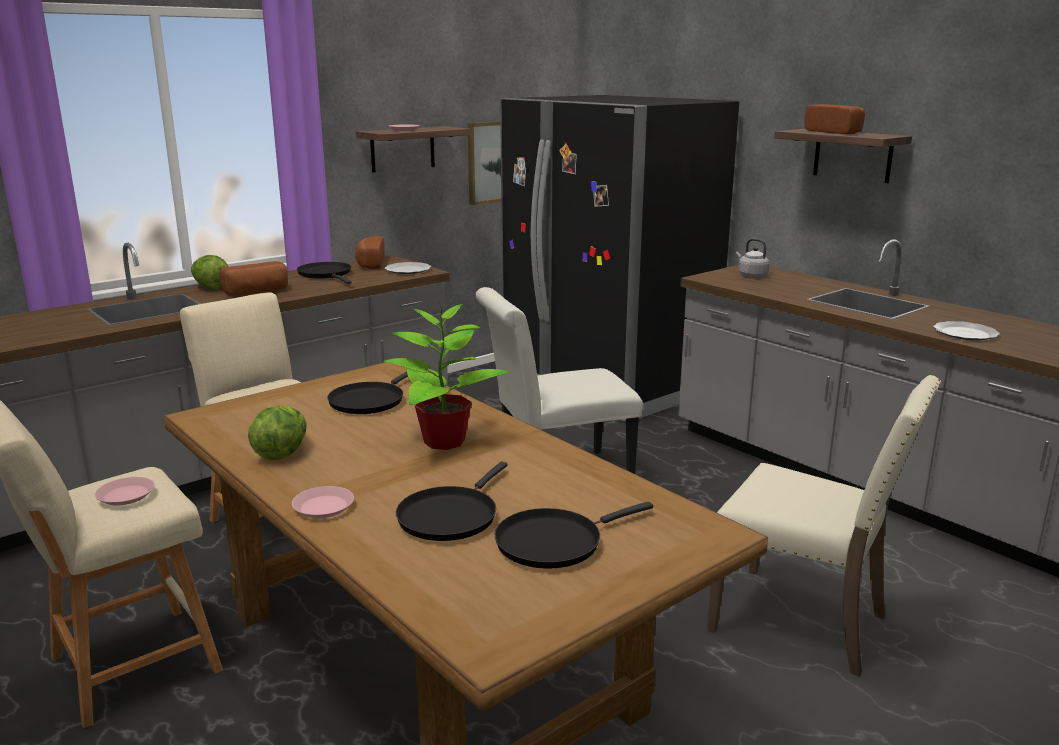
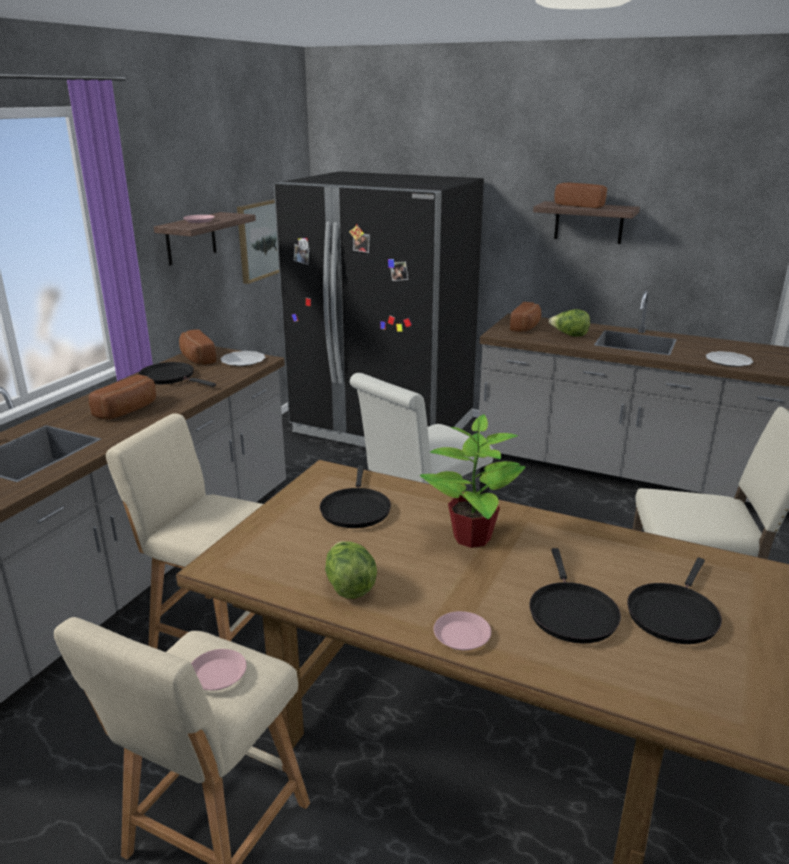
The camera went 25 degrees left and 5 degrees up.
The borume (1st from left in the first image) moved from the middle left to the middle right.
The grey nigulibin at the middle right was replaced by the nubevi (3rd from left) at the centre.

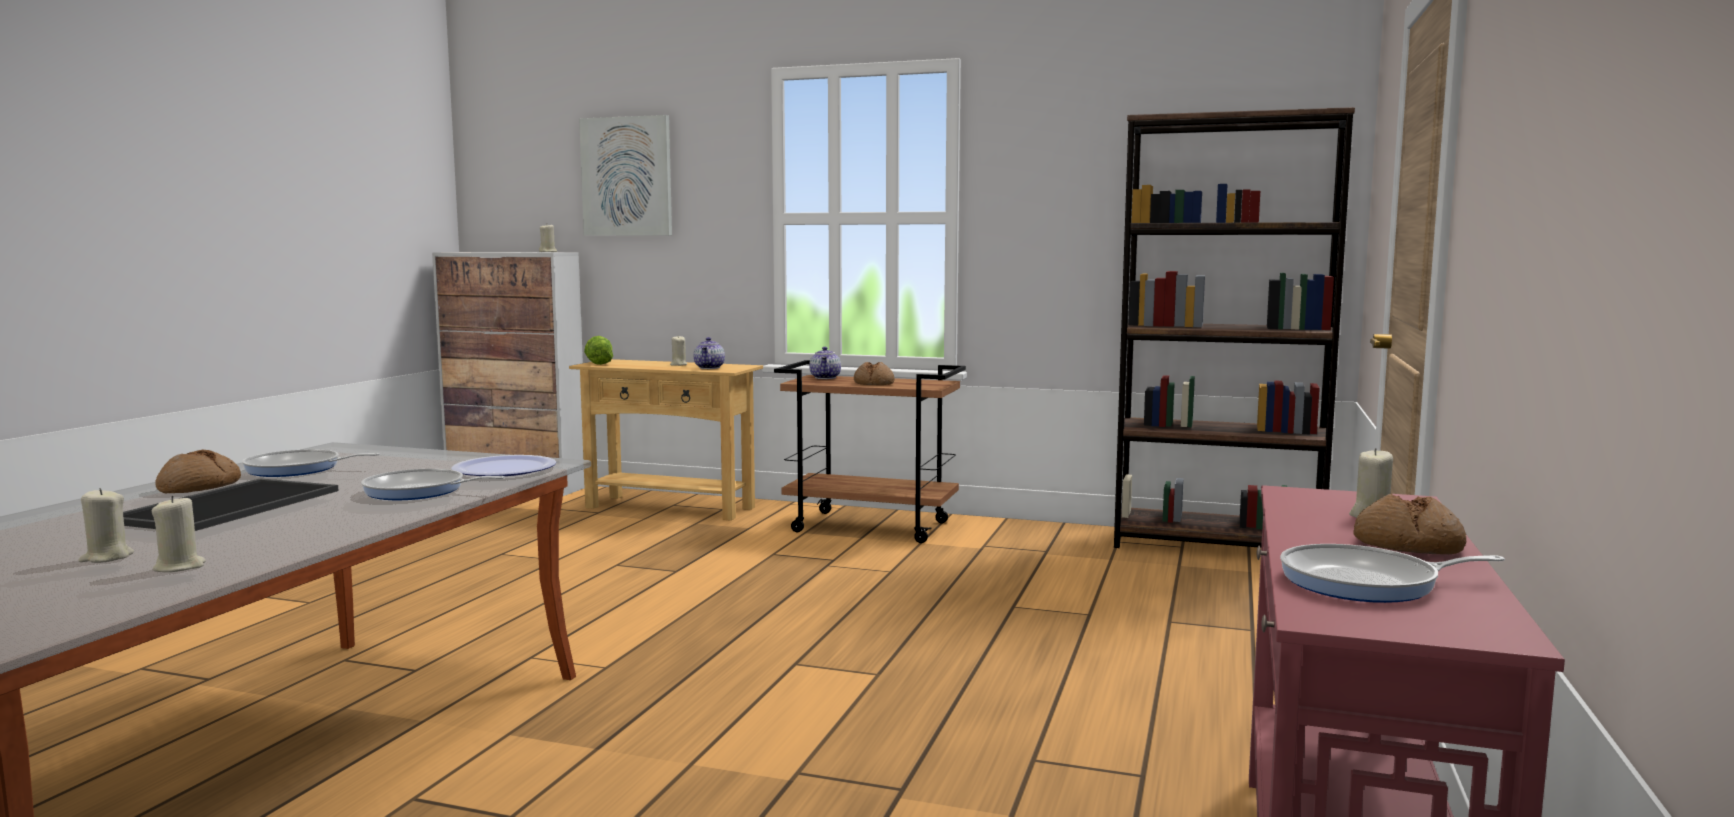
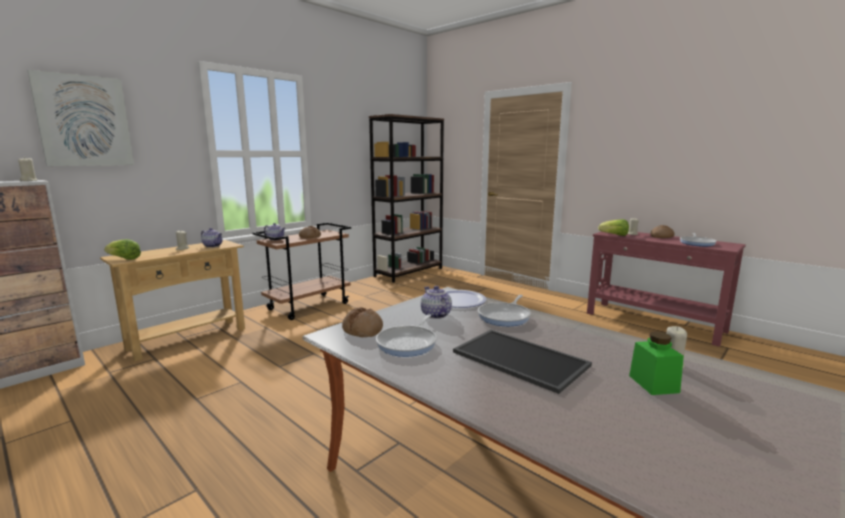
The camera went 65 degrees left and 5 degrees up.
The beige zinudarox (1st from left) at the middle left was replaced by the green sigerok at the bottom right.
The nubevi (1st from left in the first image) moved from the middle left to the centre.
The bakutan (3rd from left) at the centre appeared.
The borume (2nd from left) at the middle right appeared.

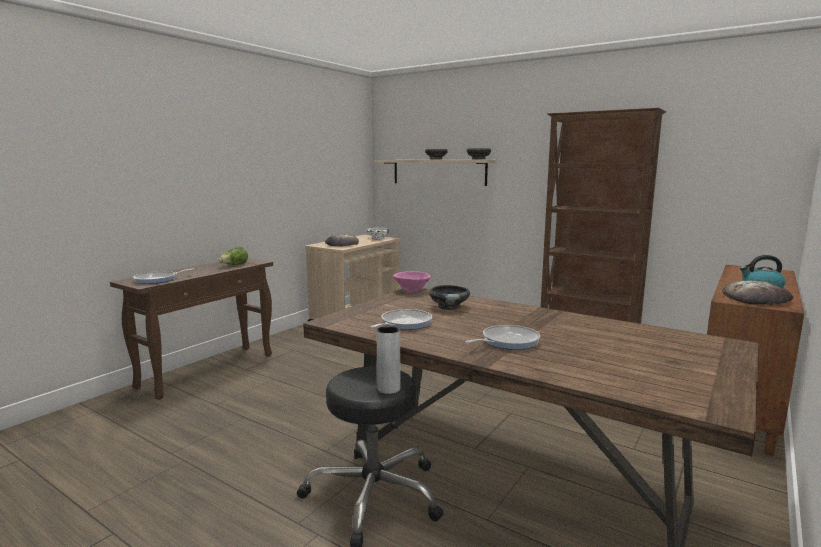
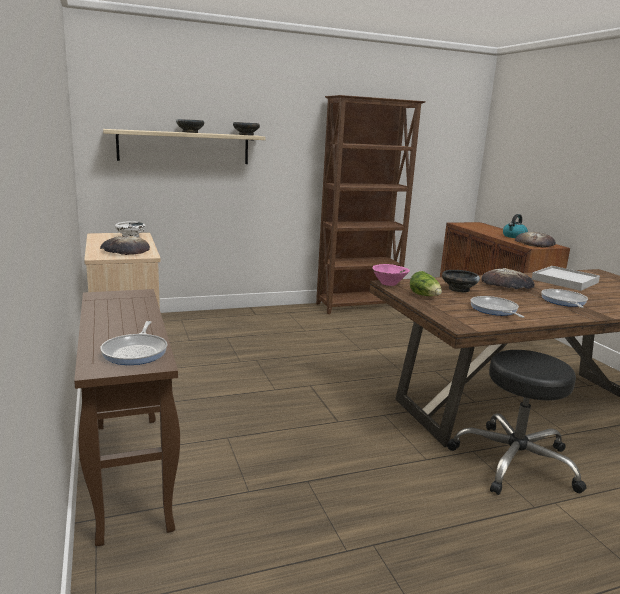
The camera went 55 degrees left and 5 degrees up.
The borume moved from the middle left to the middle right.
The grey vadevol at the centre disappeared.
The nubevi (2nd from left) at the middle right appeared.
The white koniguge at the middle right appeared.

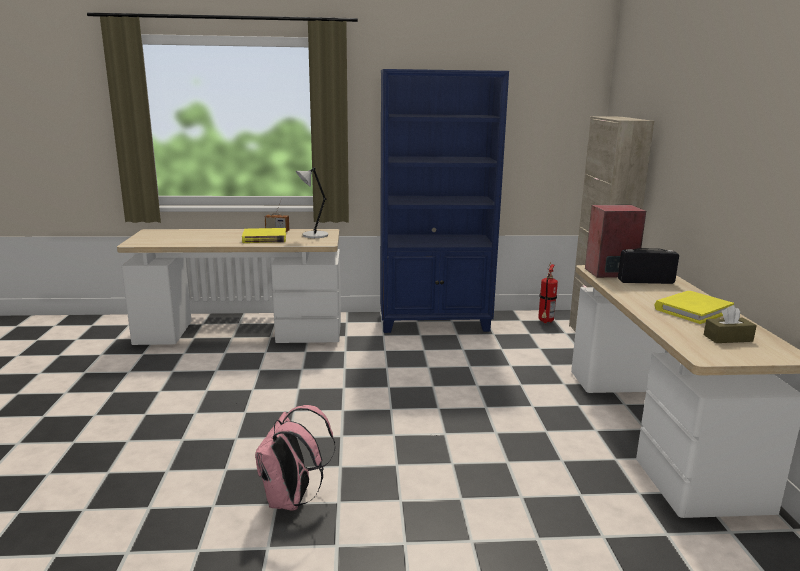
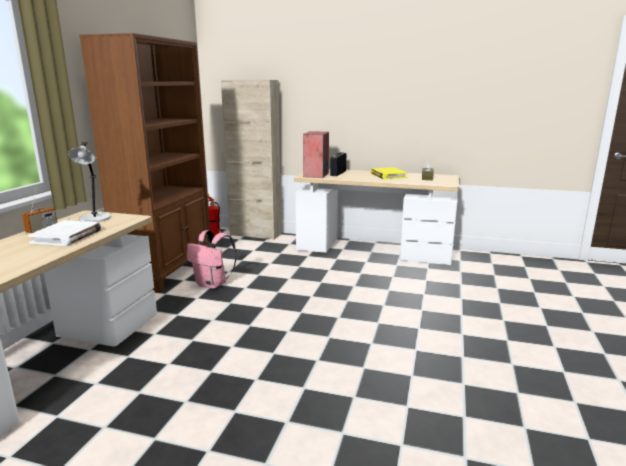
The camera went 70 degrees left and 0 degrees up.
The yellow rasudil (1st from left) at the middle left became the white rasudil at the middle left.
The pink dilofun moved from the bottom centre to the centre.
The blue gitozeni at the centre became the brown gitozeni at the middle left.

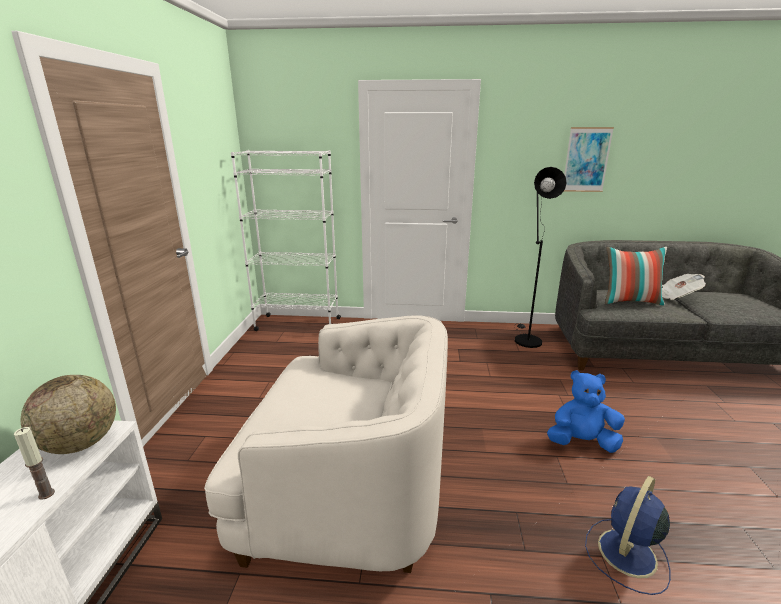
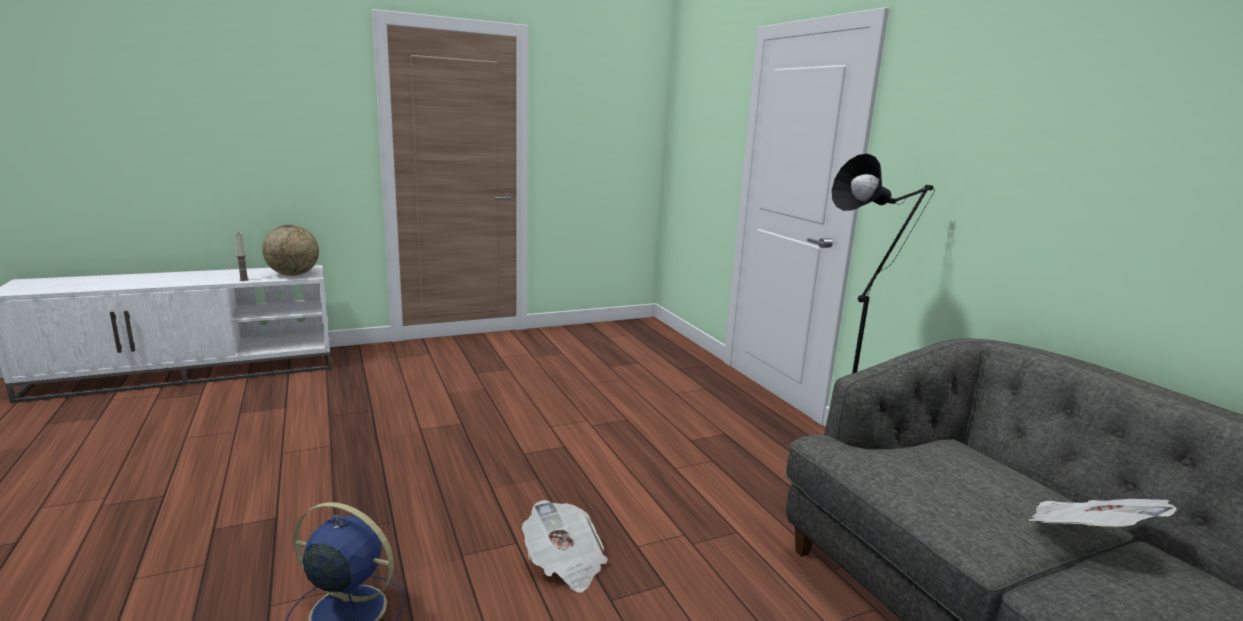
The camera went 60 degrees right and 5 degrees down.
The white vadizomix at the bottom centre disappeared.
The white gitozeni at the centre disappeared.
The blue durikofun at the bottom right was replaced by the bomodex (1st from left) at the bottom centre.
The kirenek at the top right disappeared.
The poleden at the middle right disappeared.

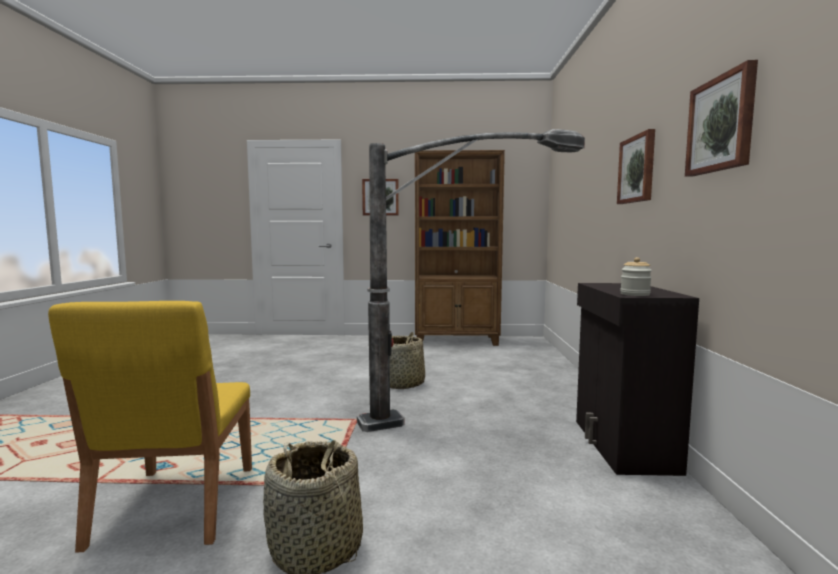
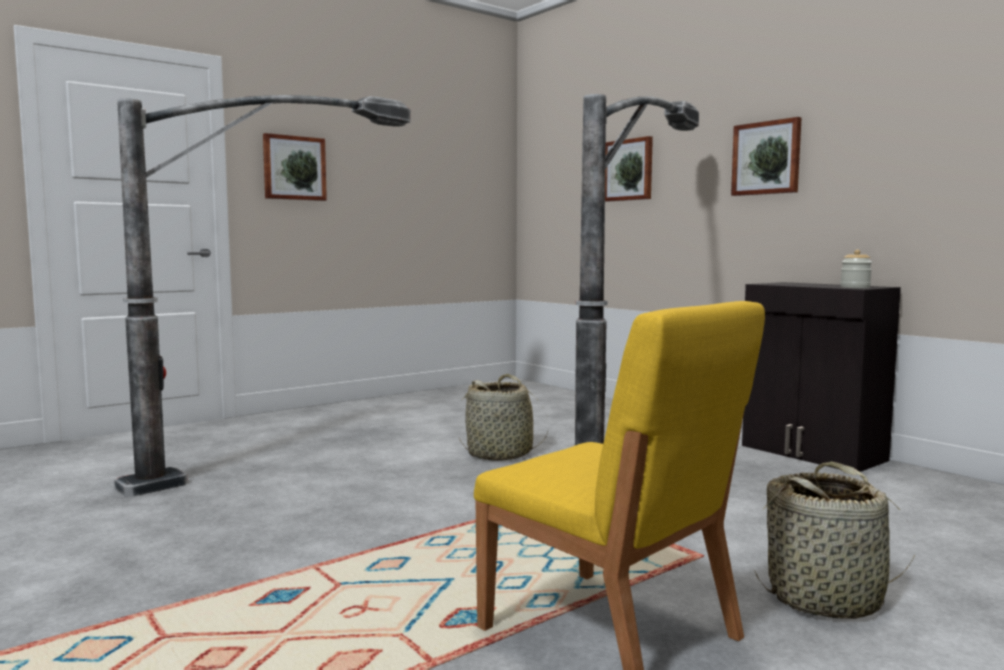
The camera went 40 degrees left and 0 degrees up.
The brown gitozeni at the centre disappeared.
The kirenek (3rd from left in the first image) moved from the top right to the top centre.
The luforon (1st from left) at the middle left appeared.

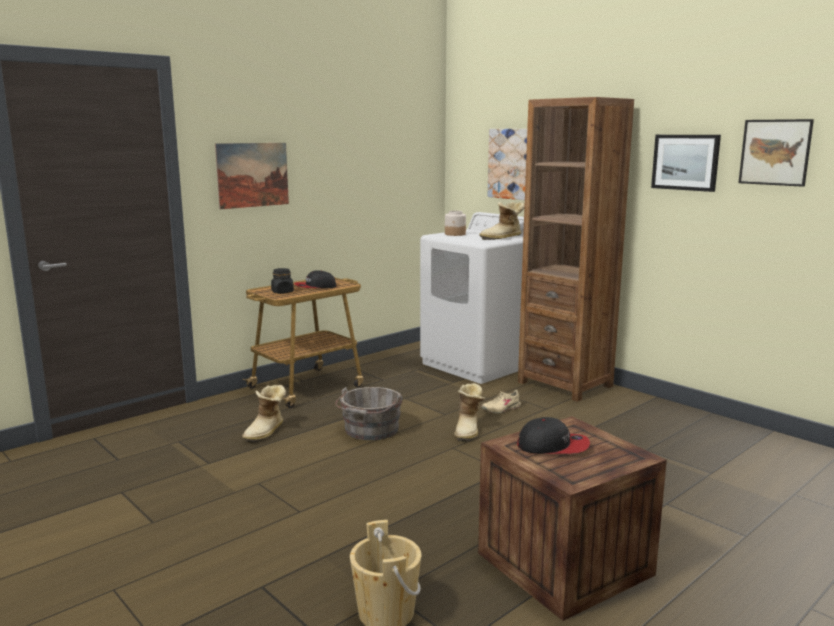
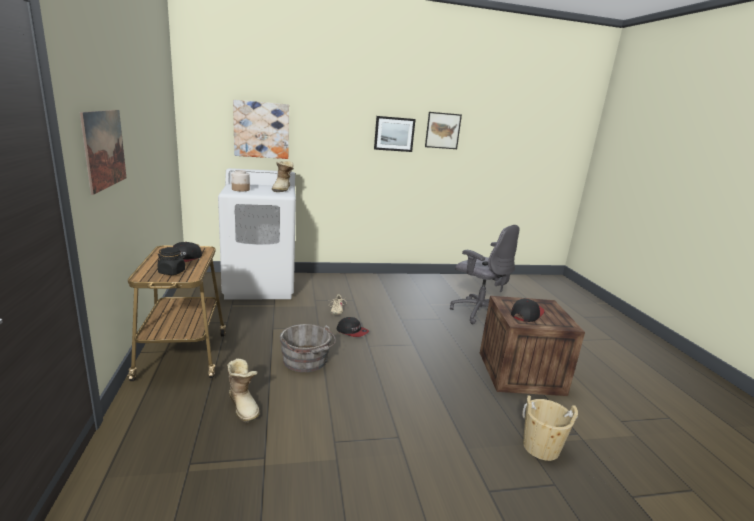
The camera went 60 degrees left and 5 degrees up.
The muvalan (2nd from left) at the centre was replaced by the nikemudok (2nd from left) at the centre.
The brown gitozeni at the middle right disappeared.
The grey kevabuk at the centre appeared.

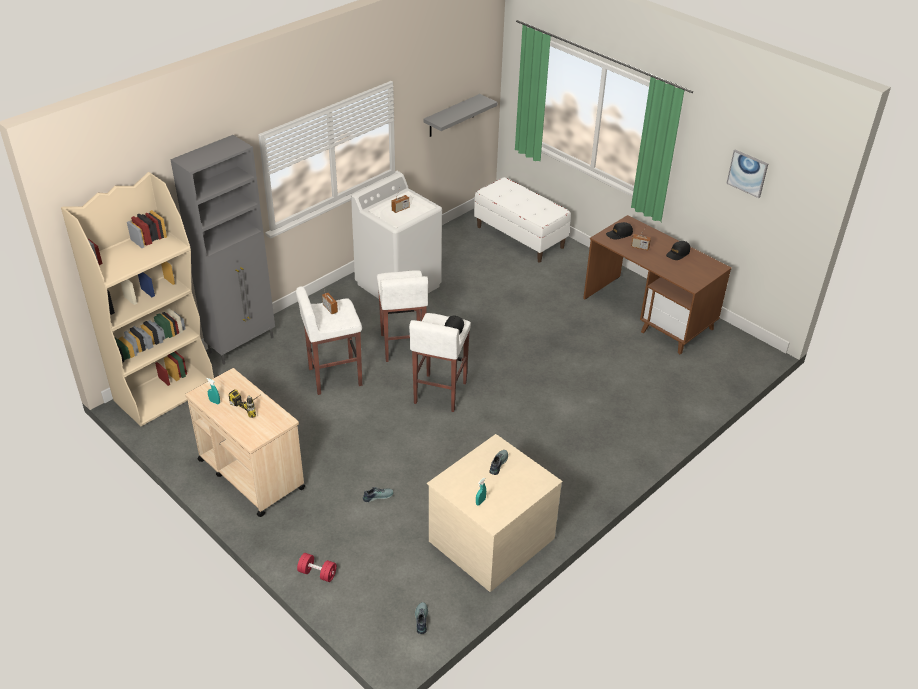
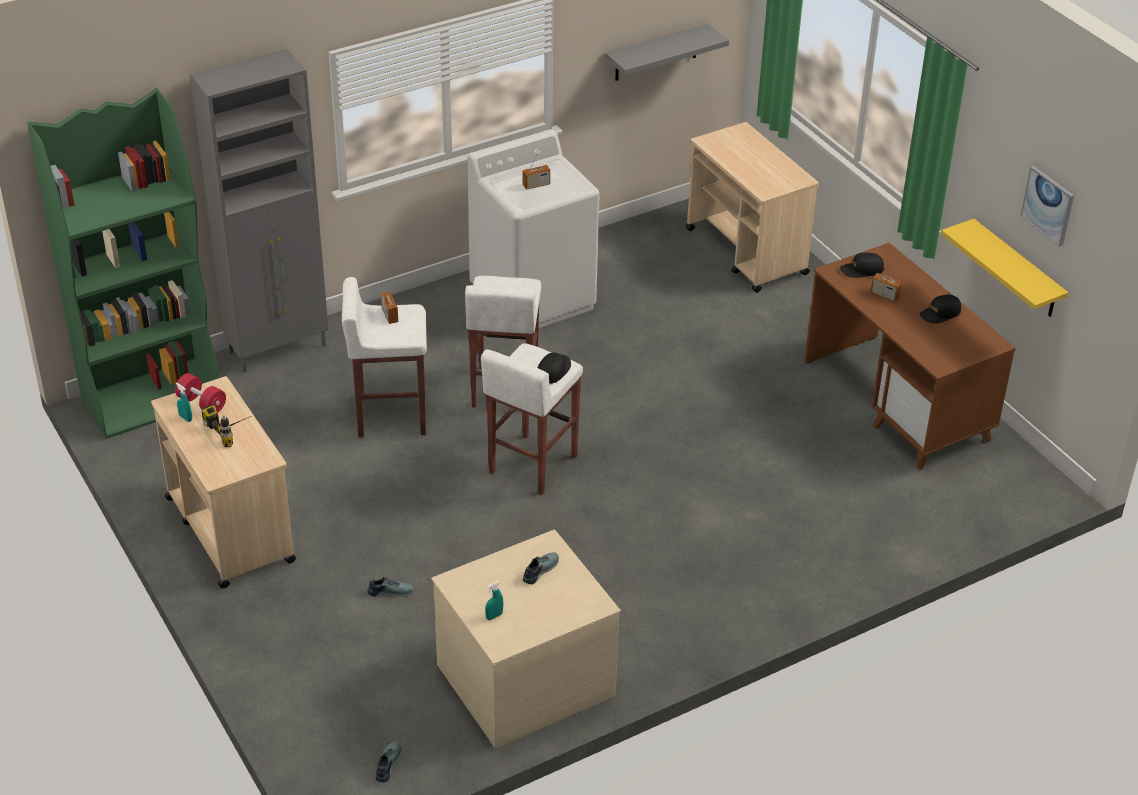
The camera went 15 degrees right and 0 degrees up.
The beige gitozeni at the middle left became the green gitozeni at the top left.
The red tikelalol moved from the bottom centre to the middle left.
The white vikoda at the top centre was replaced by the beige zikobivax (2nd from left) at the top centre.
The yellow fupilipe at the middle right appeared.

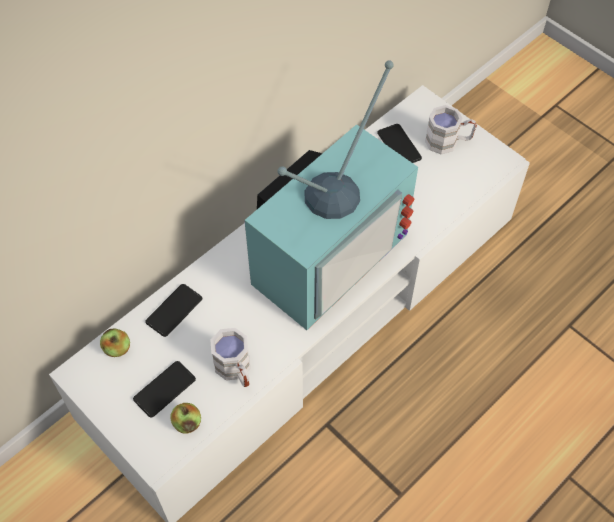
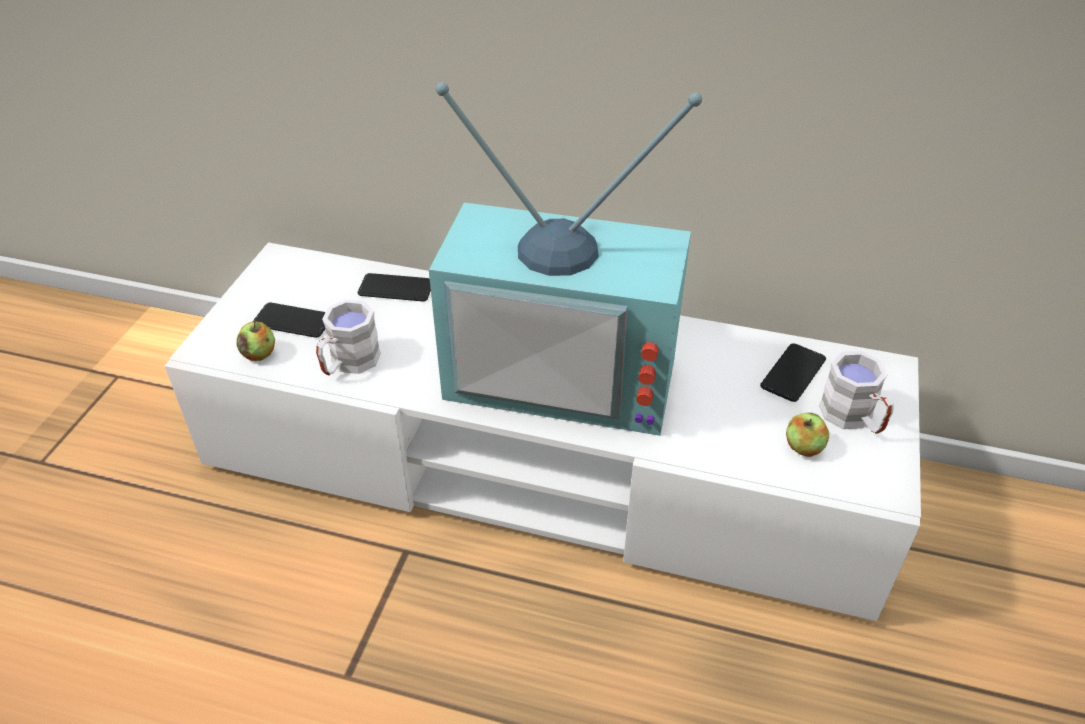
The camera went 60 degrees right and 15 degrees down.
The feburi (1st from left in the first image) moved from the middle left to the middle right.

